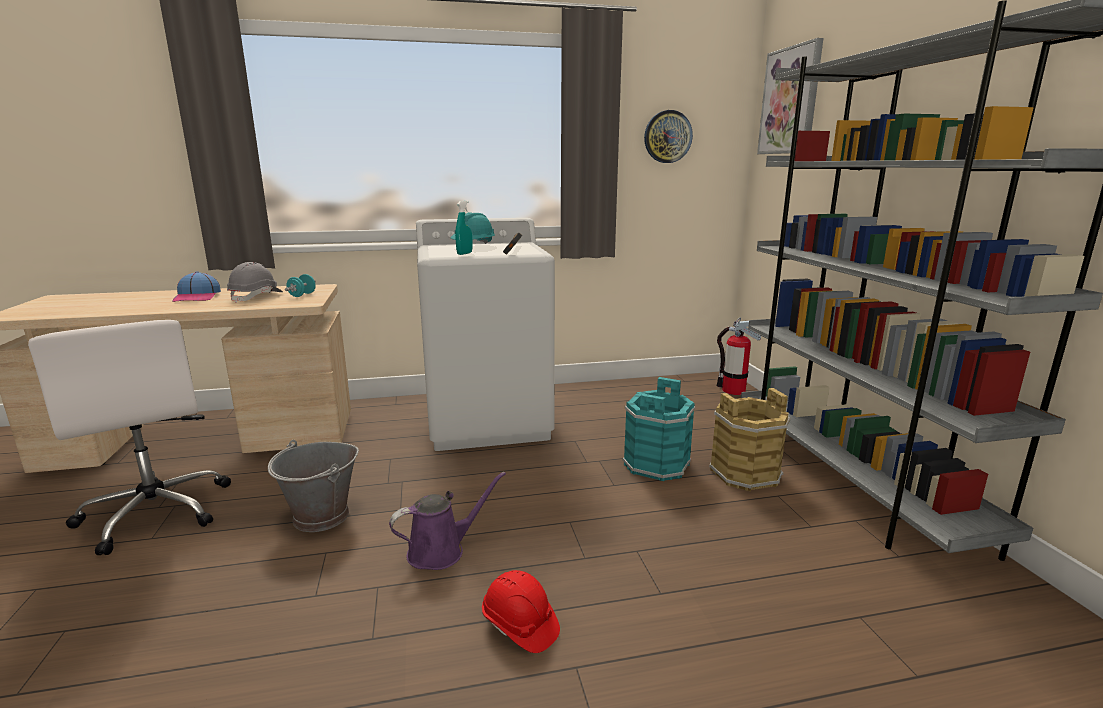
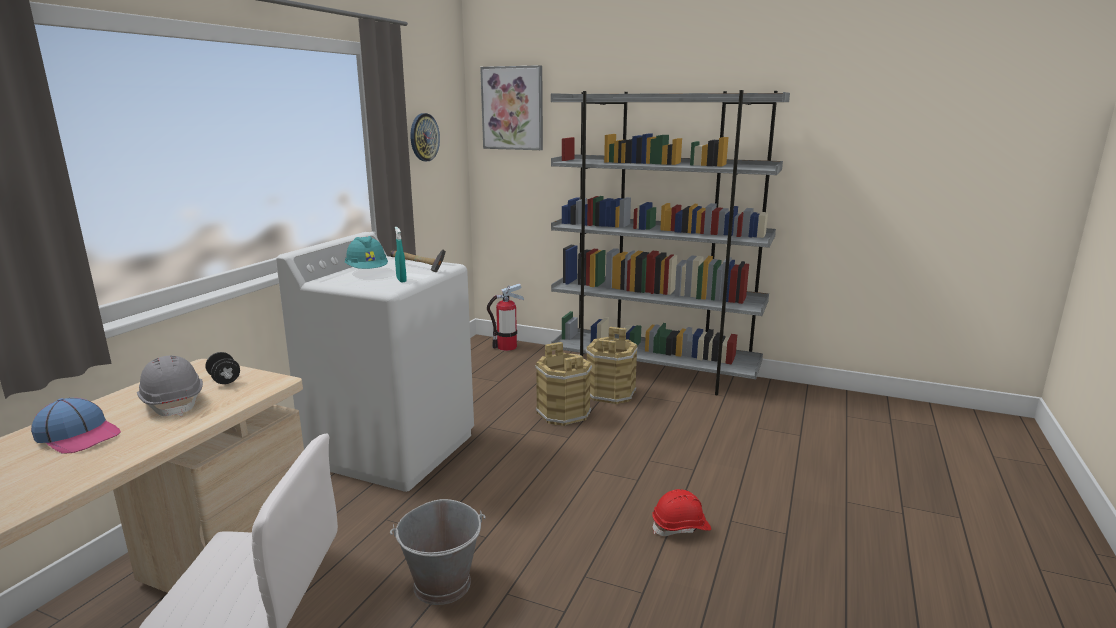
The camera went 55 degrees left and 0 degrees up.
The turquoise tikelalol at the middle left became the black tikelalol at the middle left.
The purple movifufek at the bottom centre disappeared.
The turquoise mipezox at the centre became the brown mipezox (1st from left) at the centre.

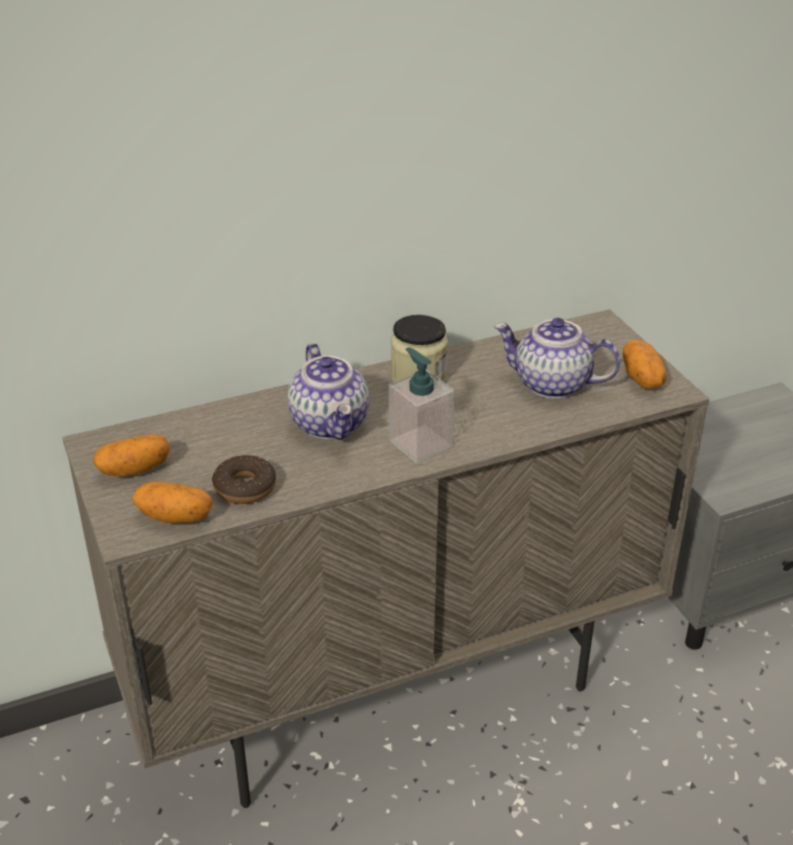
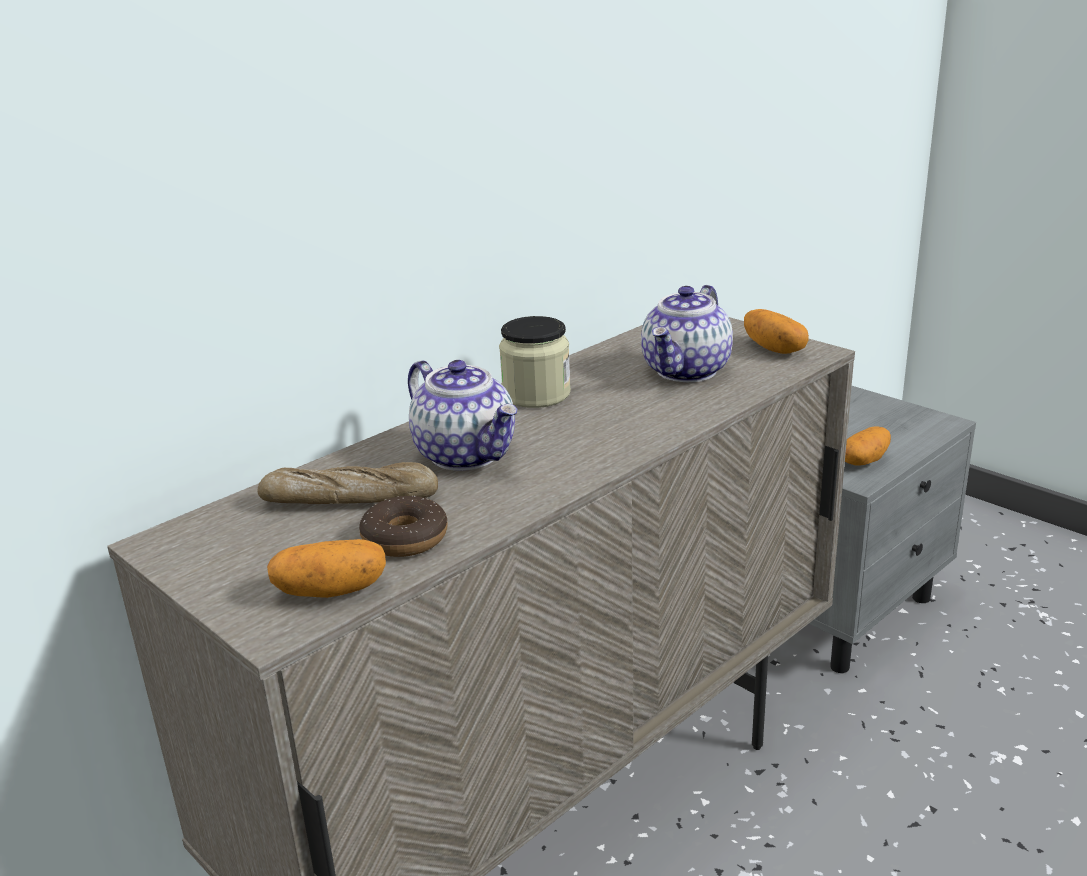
The camera went 20 degrees left and 10 degrees down.
The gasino (1st from left in the first image) moved from the middle left to the middle right.
The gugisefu at the centre disappeared.
The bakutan (2nd from left) at the middle right turned 60 degrees counterclockwise.
The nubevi at the middle left appeared.

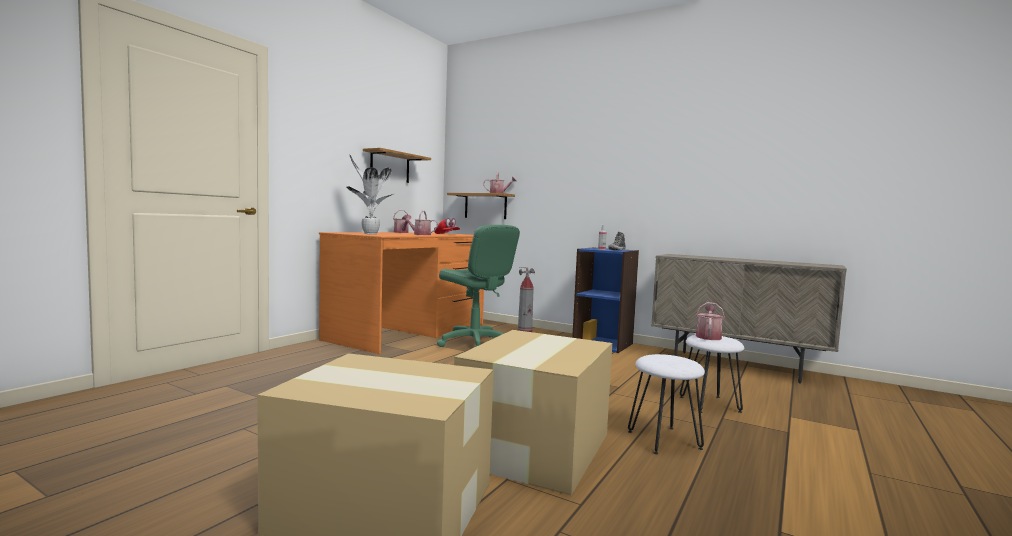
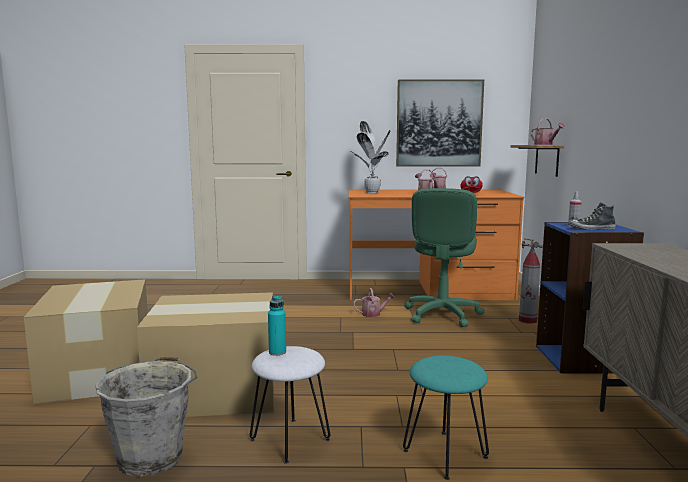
The camera went 60 degrees right and 5 degrees up.
The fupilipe (1st from left) at the top centre was replaced by the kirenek at the top centre.
The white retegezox (2nd from left) at the bottom right became the turquoise retegezox at the bottom centre.
The movifufek (4th from left in the first image) moved from the middle right to the centre.
The grey mipezox at the bottom left appeared.
The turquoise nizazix at the bottom centre appeared.

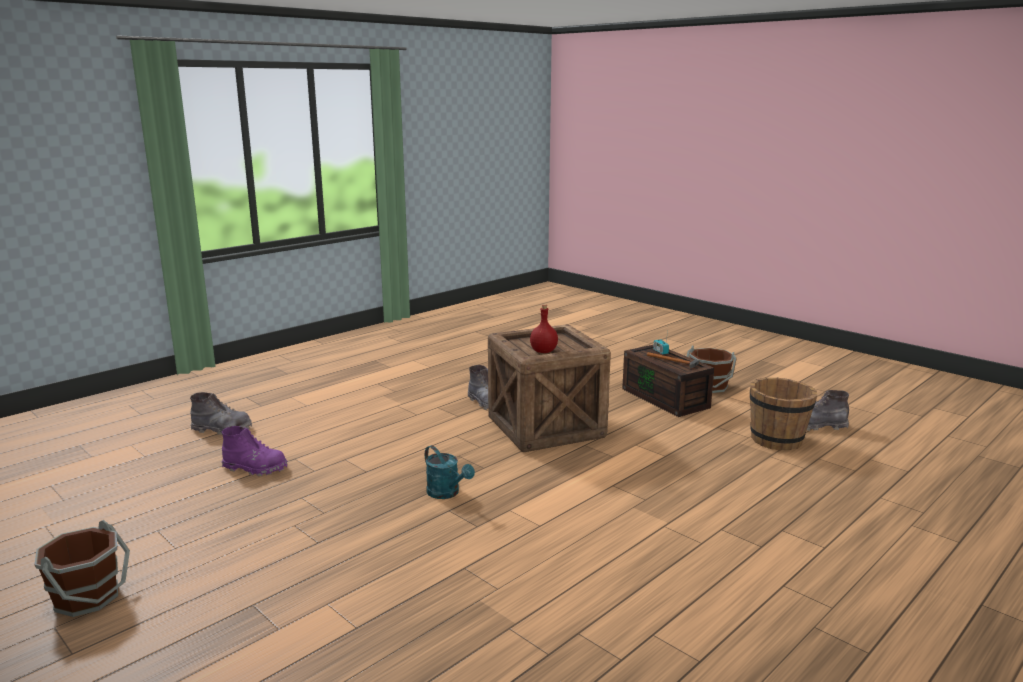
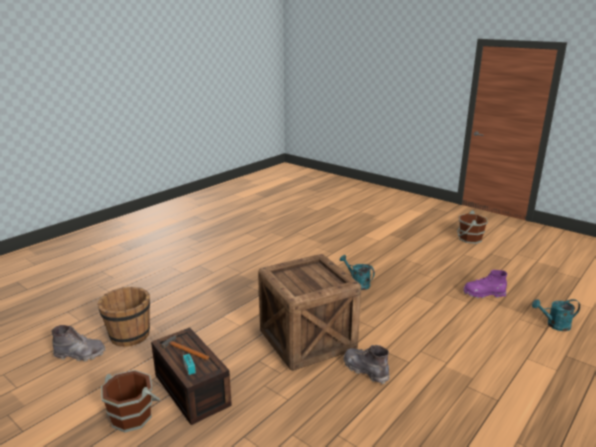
The camera went 175 degrees right and 5 degrees up.
The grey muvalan (1st from left) at the middle left was replaced by the turquoise movifufek (2nd from left) at the bottom right.
The red nizazix at the centre disappeared.

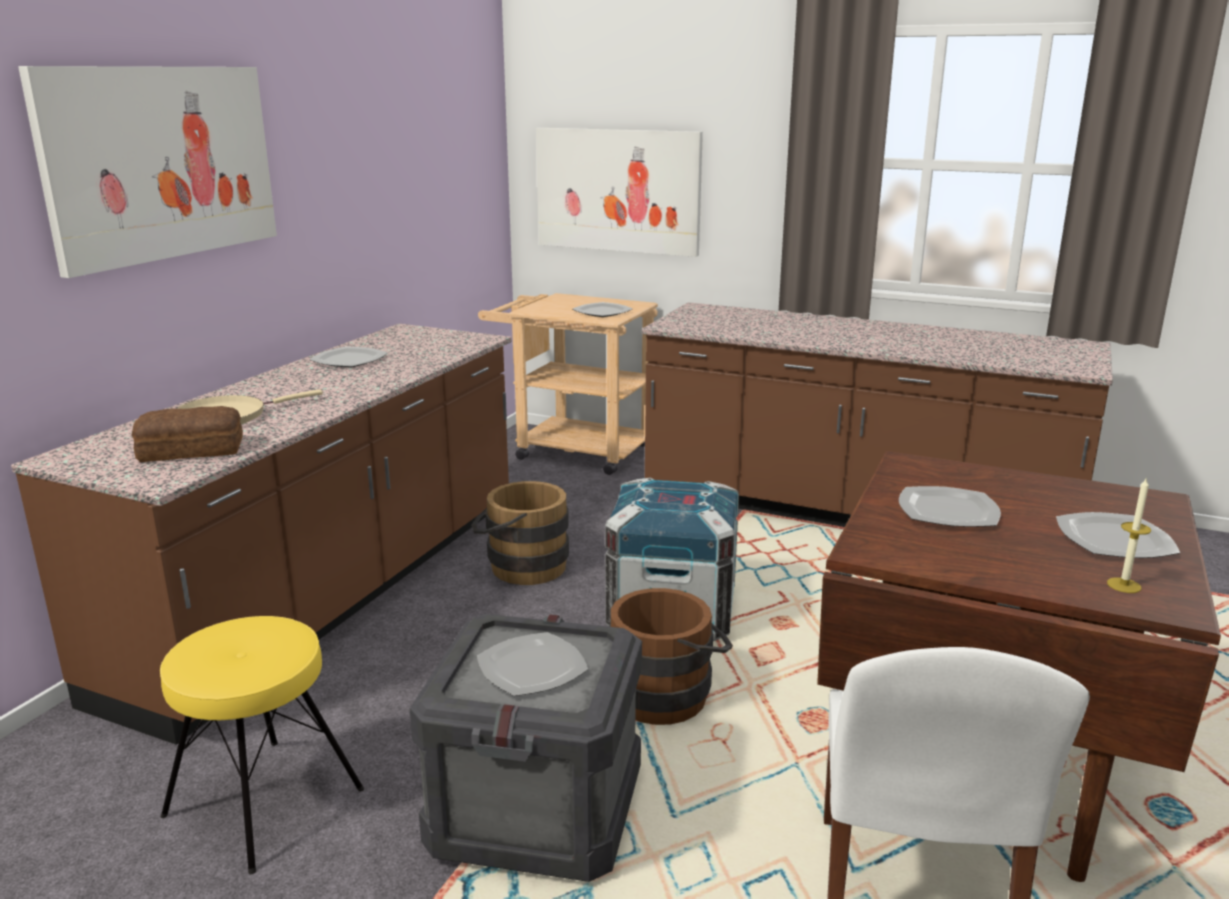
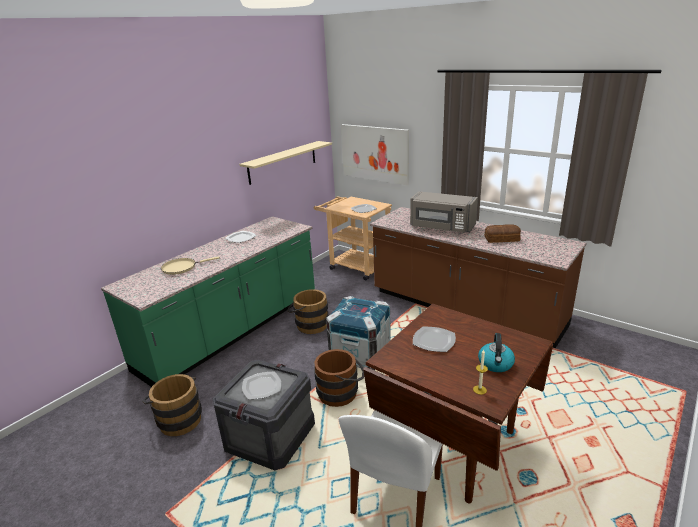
The camera went 15 degrees right and 5 degrees up.
The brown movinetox (1st from left) at the middle left became the green movinetox at the middle left.
The kirenek (1st from left) at the top left disappeared.
The nubevi moved from the middle left to the middle right.
The yellow retegezox at the bottom left was replaced by the brown mipezox (1st from left) at the bottom left.
The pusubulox (5th from left) at the middle right was replaced by the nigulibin at the bottom right.
The beige fupilipe at the top centre appeared.
The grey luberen at the centre appeared.

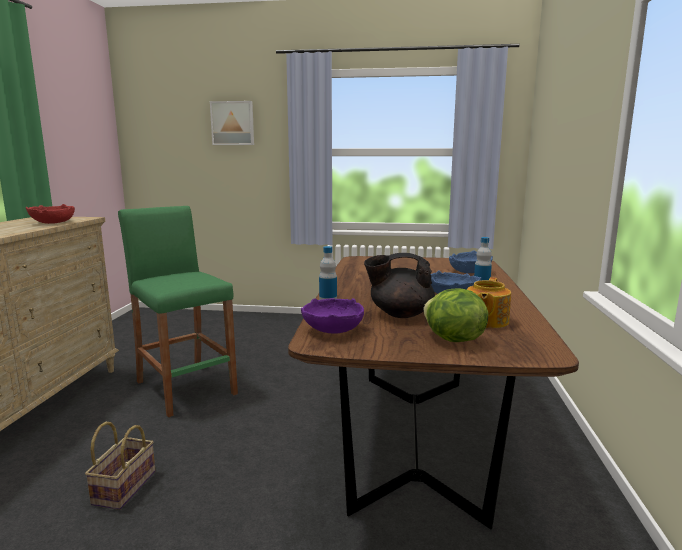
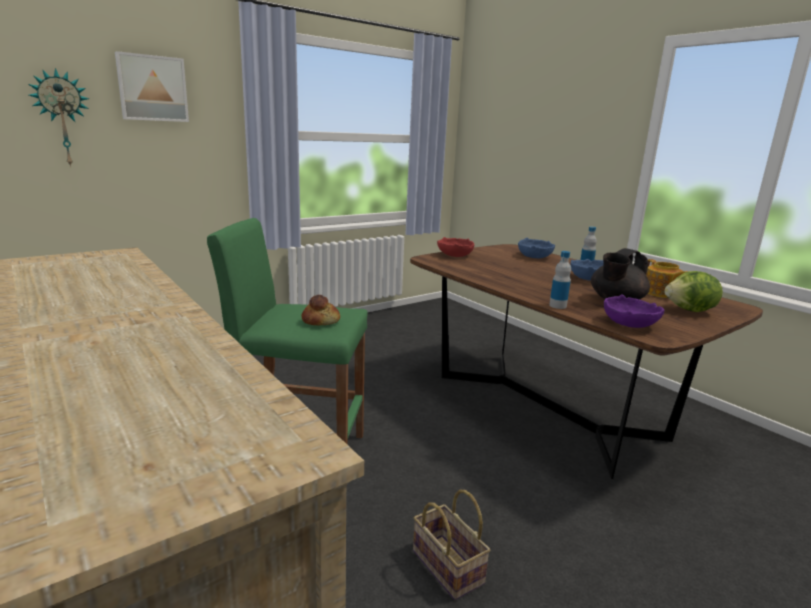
The camera went 45 degrees left and 5 degrees up.
The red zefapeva moved from the middle left to the centre.
The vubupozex at the top left appeared.
The nubevi at the centre appeared.

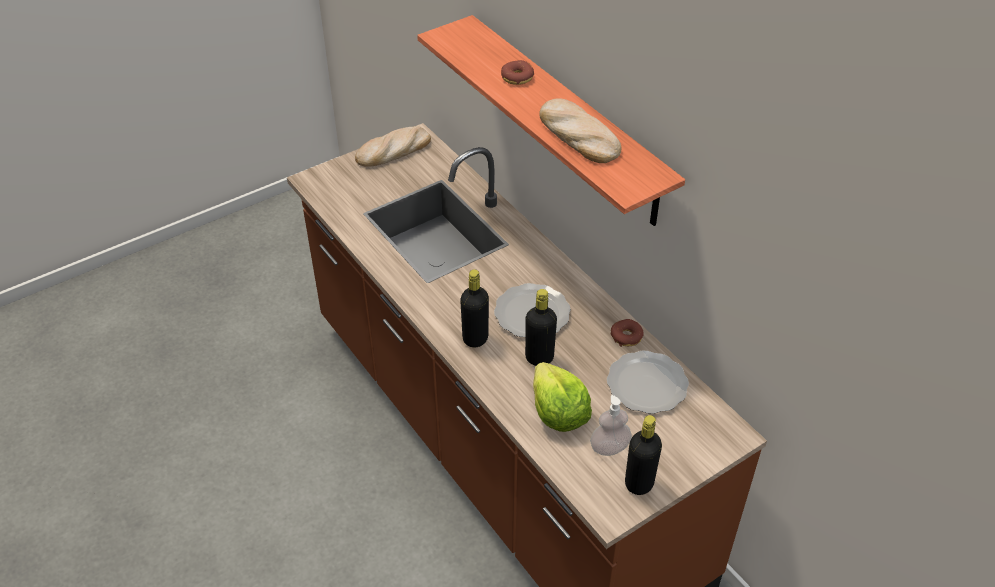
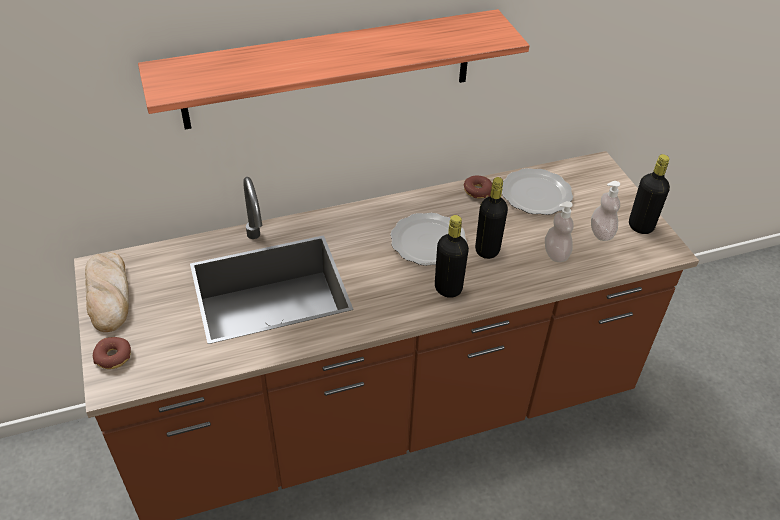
The camera went 75 degrees left and 0 degrees up.
The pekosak (1st from left) moved from the top centre to the bottom left.
The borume at the bottom centre was replaced by the gugisefu (1st from left) at the middle right.
The nubevi (2nd from left) at the top centre disappeared.

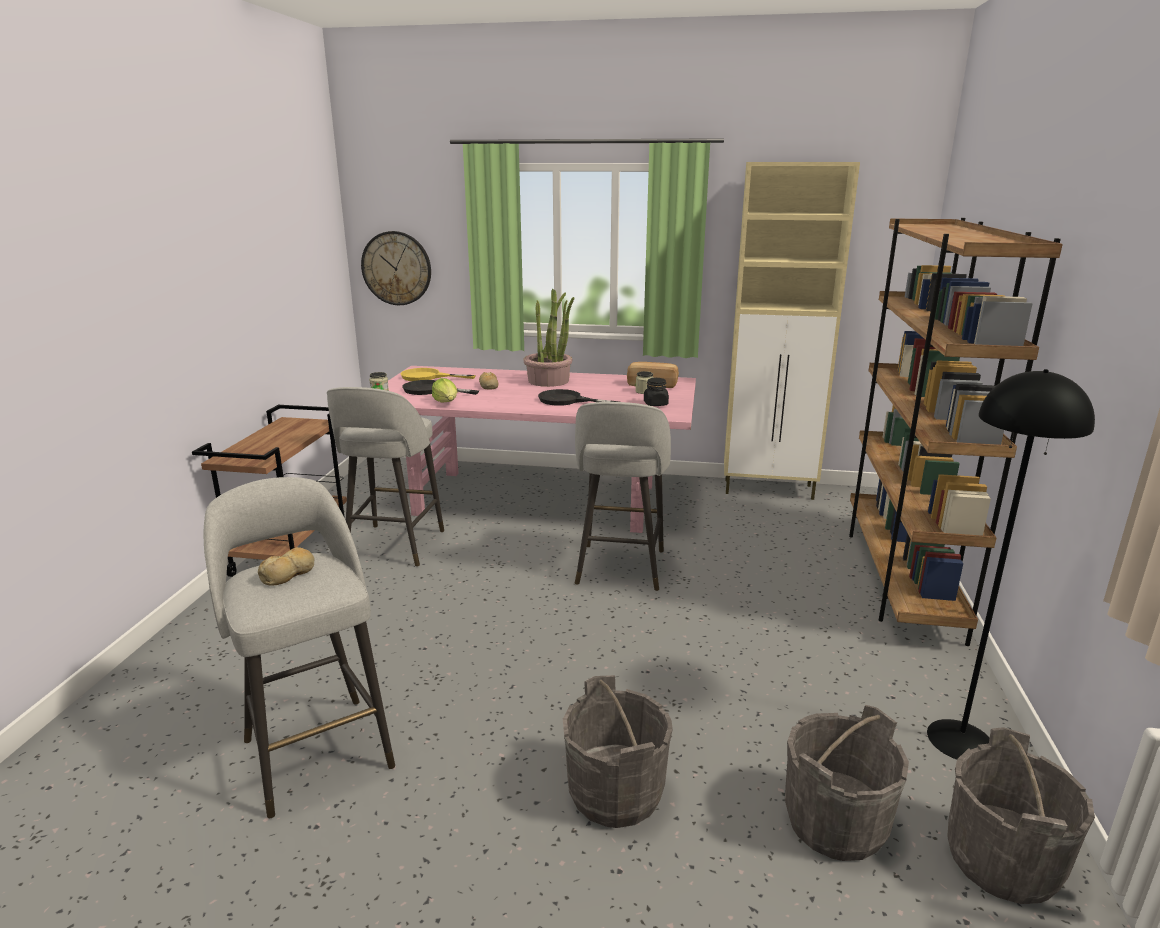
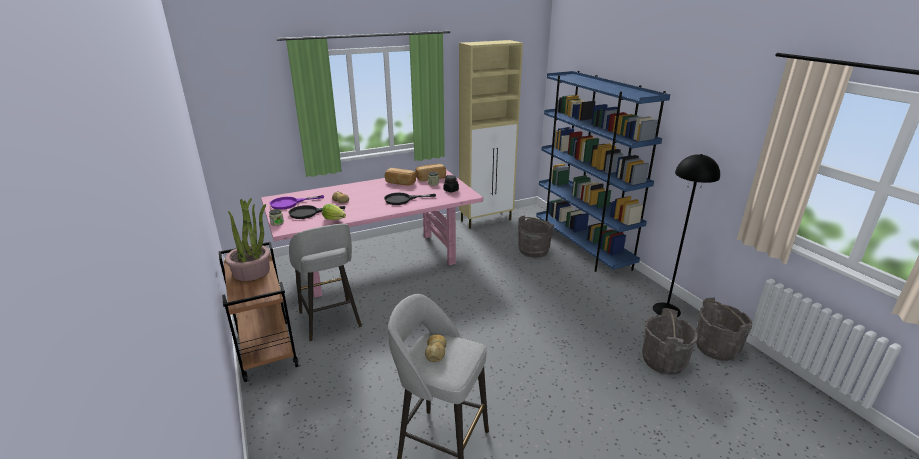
The camera went 35 degrees left and 5 degrees up.
The vubupozex at the top centre disappeared.
The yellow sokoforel at the centre became the purple sokoforel at the middle left.
The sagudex moved from the centre to the middle left.
The grey mipezox (1st from left) moved from the bottom centre to the centre.
The grey retegezox (3rd from left) at the centre disappeared.
The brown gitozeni at the middle right became the blue gitozeni at the centre.
The nubevi (2nd from left) at the centre appeared.

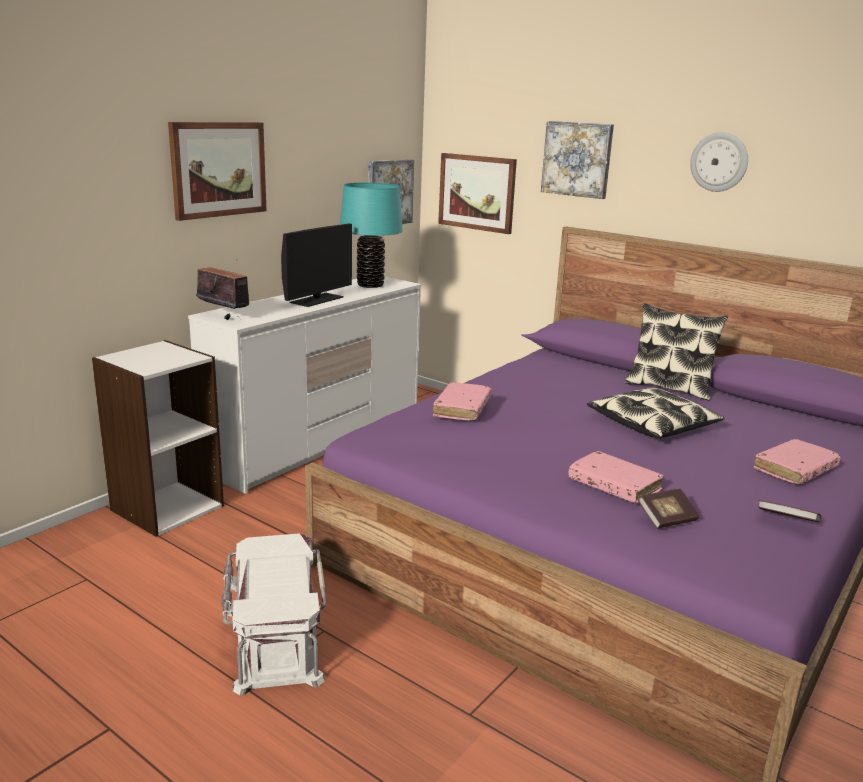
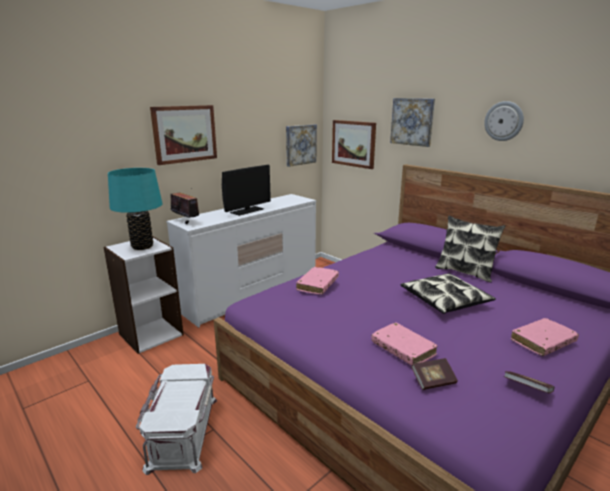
The camera went 10 degrees right and 0 degrees up.
The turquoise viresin moved from the top centre to the middle left.

